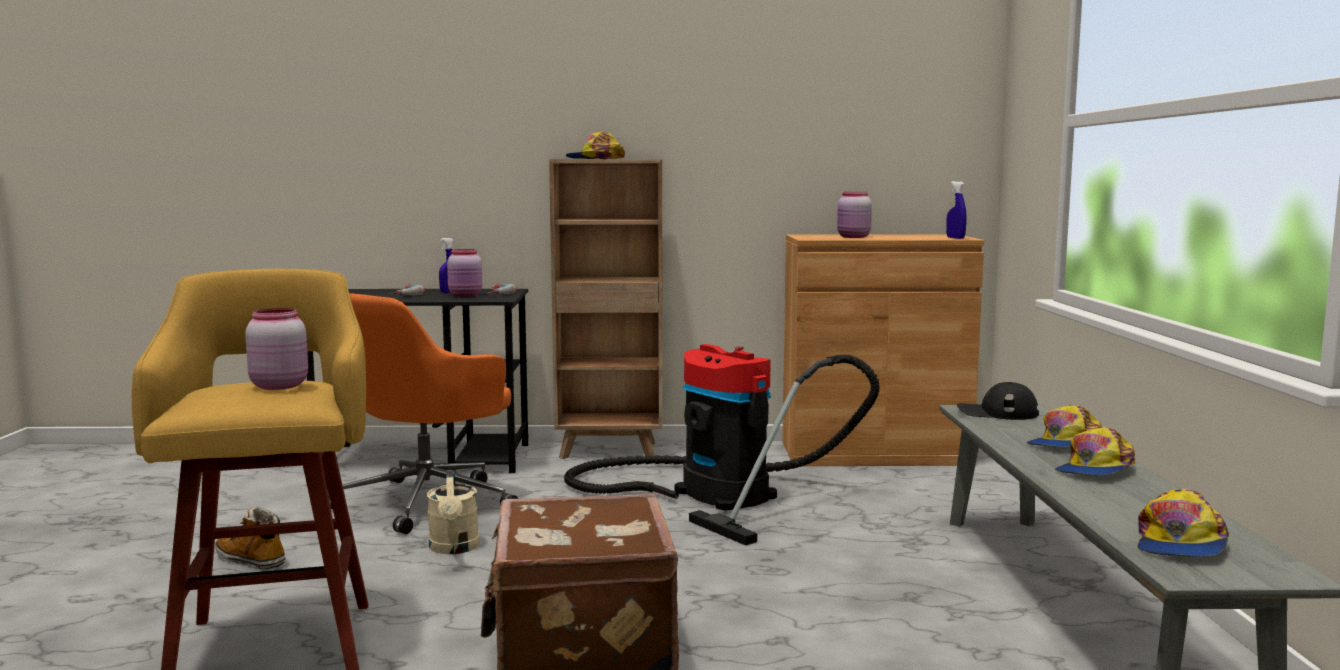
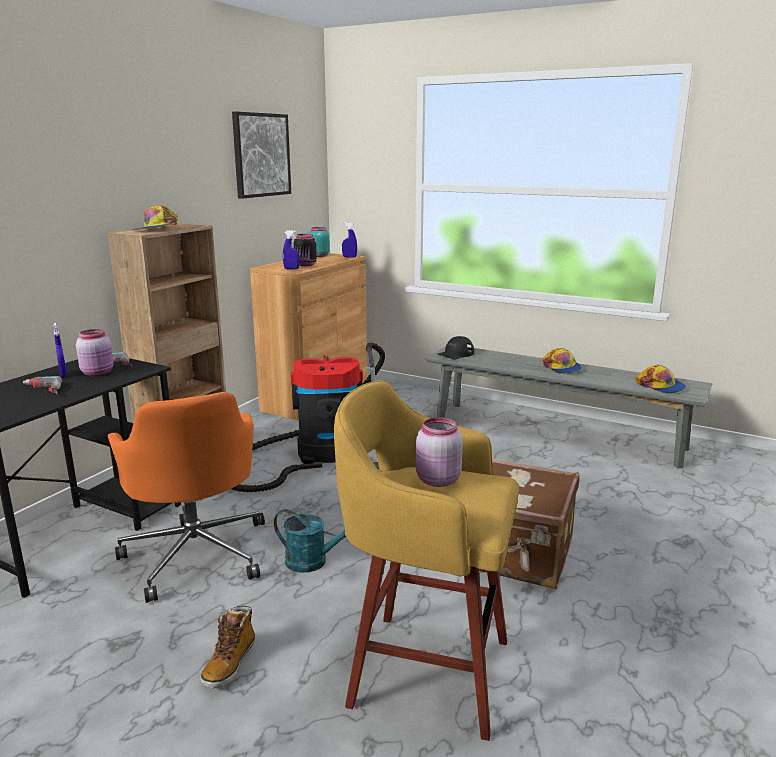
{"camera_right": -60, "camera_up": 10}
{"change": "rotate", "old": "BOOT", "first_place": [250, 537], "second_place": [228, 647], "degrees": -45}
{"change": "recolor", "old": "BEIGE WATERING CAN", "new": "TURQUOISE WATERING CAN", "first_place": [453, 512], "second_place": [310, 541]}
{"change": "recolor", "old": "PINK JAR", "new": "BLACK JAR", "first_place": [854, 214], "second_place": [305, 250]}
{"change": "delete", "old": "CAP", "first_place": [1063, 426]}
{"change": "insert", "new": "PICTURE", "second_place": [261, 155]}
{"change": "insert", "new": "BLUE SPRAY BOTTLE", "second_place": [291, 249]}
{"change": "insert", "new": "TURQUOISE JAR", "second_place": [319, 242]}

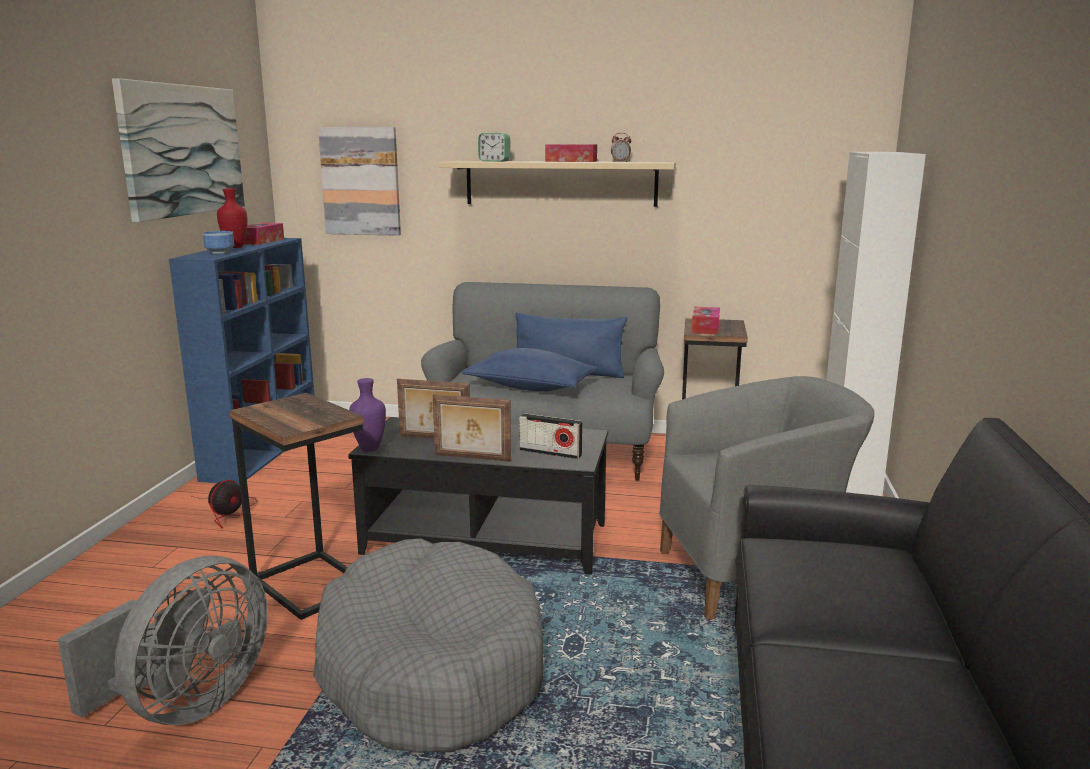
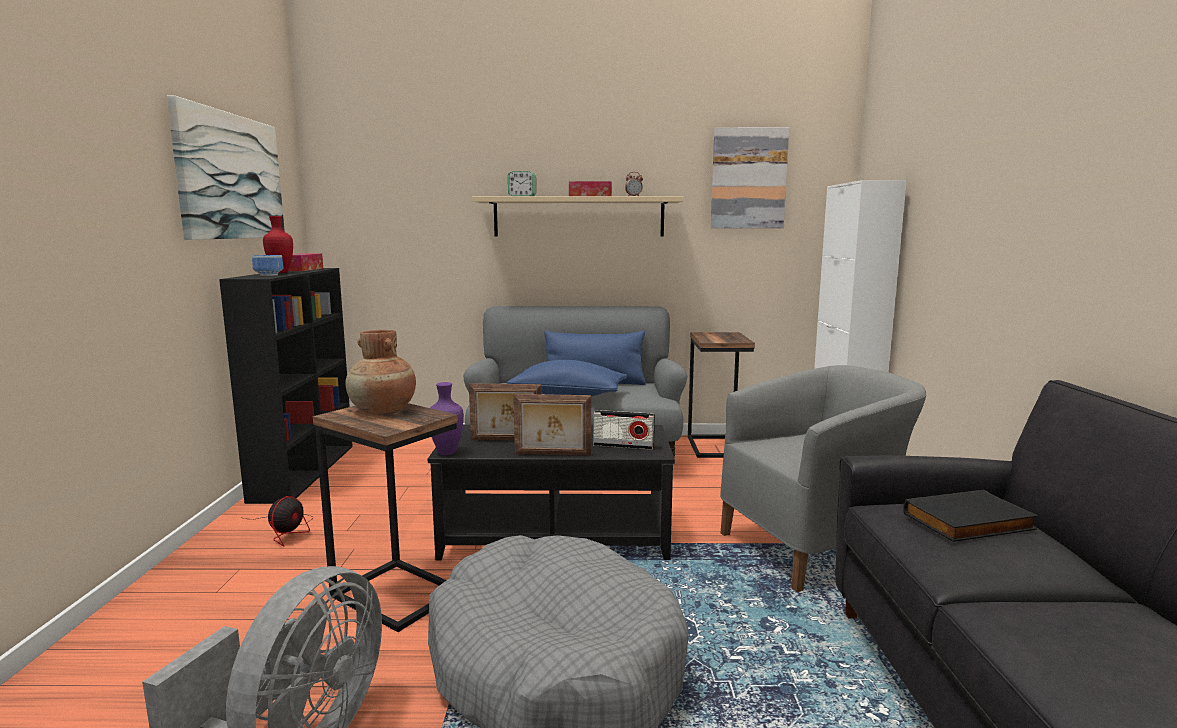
{"camera_right": -10, "camera_up": -5}
{"change": "recolor", "old": "BLUE BOOKCASE", "new": "BLACK BOOKCASE", "first_place": [241, 361], "second_place": [286, 386]}
{"change": "move", "old": "PICTURE", "first_place": [359, 181], "second_place": [750, 177]}
{"change": "delete", "old": "TISSUE BOX", "first_place": [706, 320]}
{"change": "insert", "new": "BROWN VASE", "second_place": [380, 372]}
{"change": "insert", "new": "BLACK BOOK", "second_place": [970, 516]}

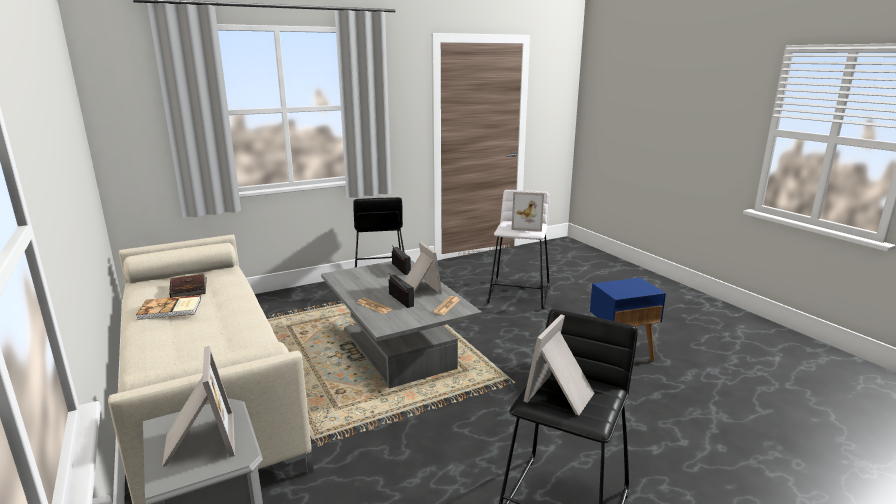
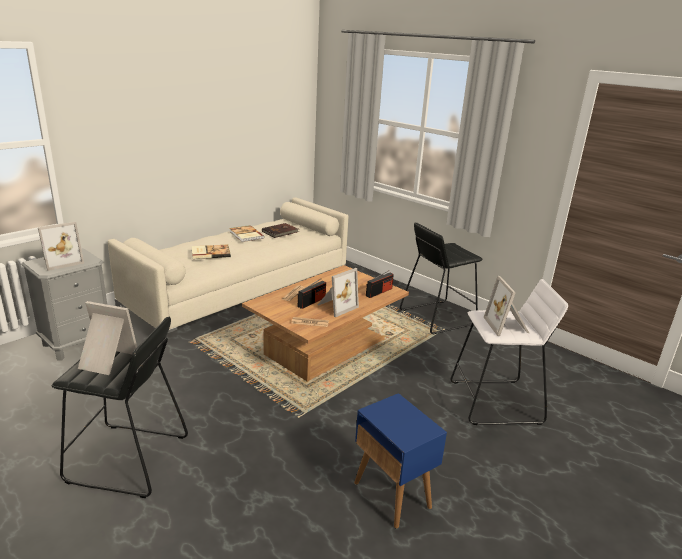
{"camera_right": 70, "camera_up": 5}
{"change": "recolor", "old": "GREY COFFEE TABLE", "new": "BROWN COFFEE TABLE", "first_place": [401, 324], "second_place": [325, 323]}
{"change": "insert", "new": "BOOK", "second_place": [211, 252]}

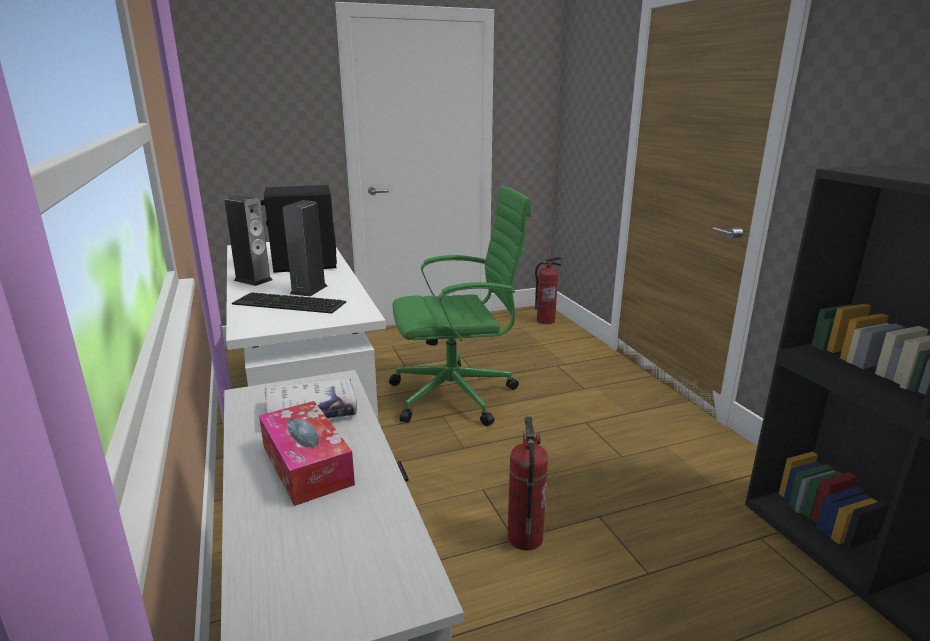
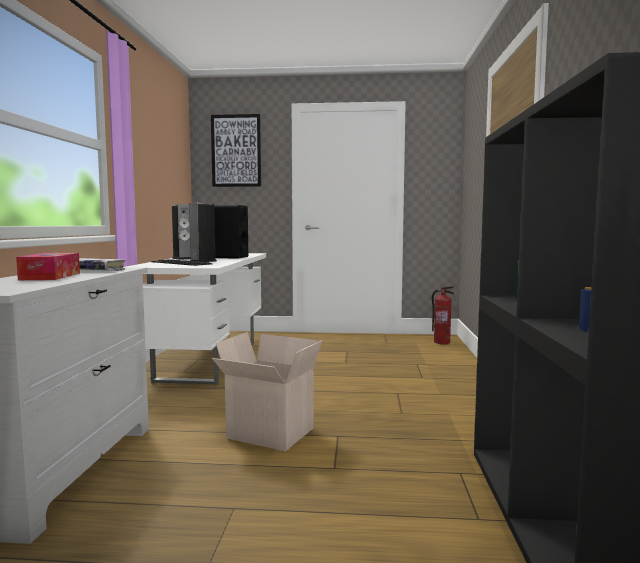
{"camera_right": 25, "camera_up": -15}
{"change": "delete", "old": "GREEN OFFICE CHAIR", "first_place": [460, 305]}
{"change": "replace", "old": "FIRE EXTINGUISHER", "new": "CARDBOARD BOX", "first_place": [528, 484], "second_place": [267, 391]}
{"change": "insert", "new": "PICTURE", "second_place": [236, 150]}

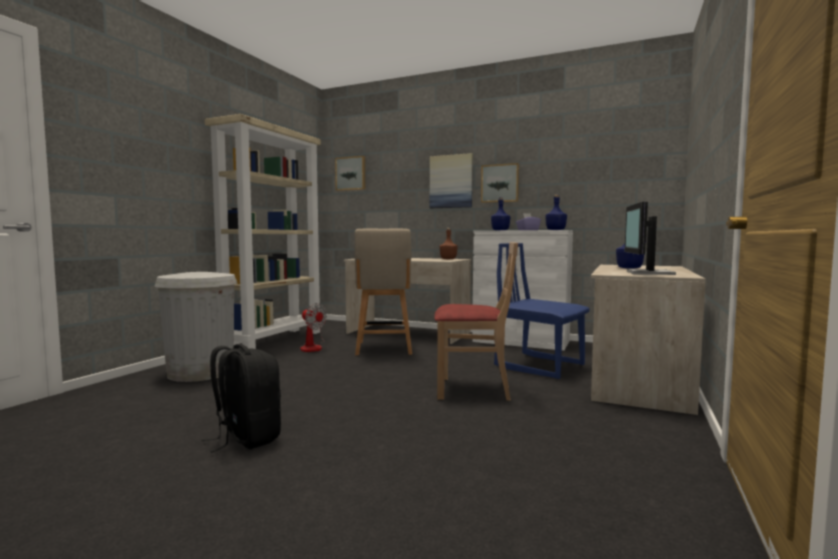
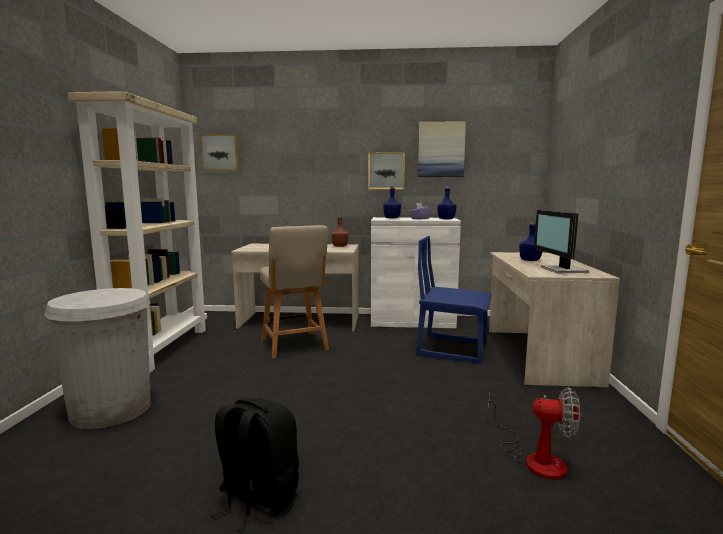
{"camera_right": -20, "camera_up": 5}
{"change": "move", "old": "FAN", "first_place": [313, 327], "second_place": [534, 433]}
{"change": "move", "old": "PICTURE", "first_place": [451, 180], "second_place": [442, 149]}
{"change": "delete", "old": "BEIGE CHAIR", "first_place": [476, 321]}

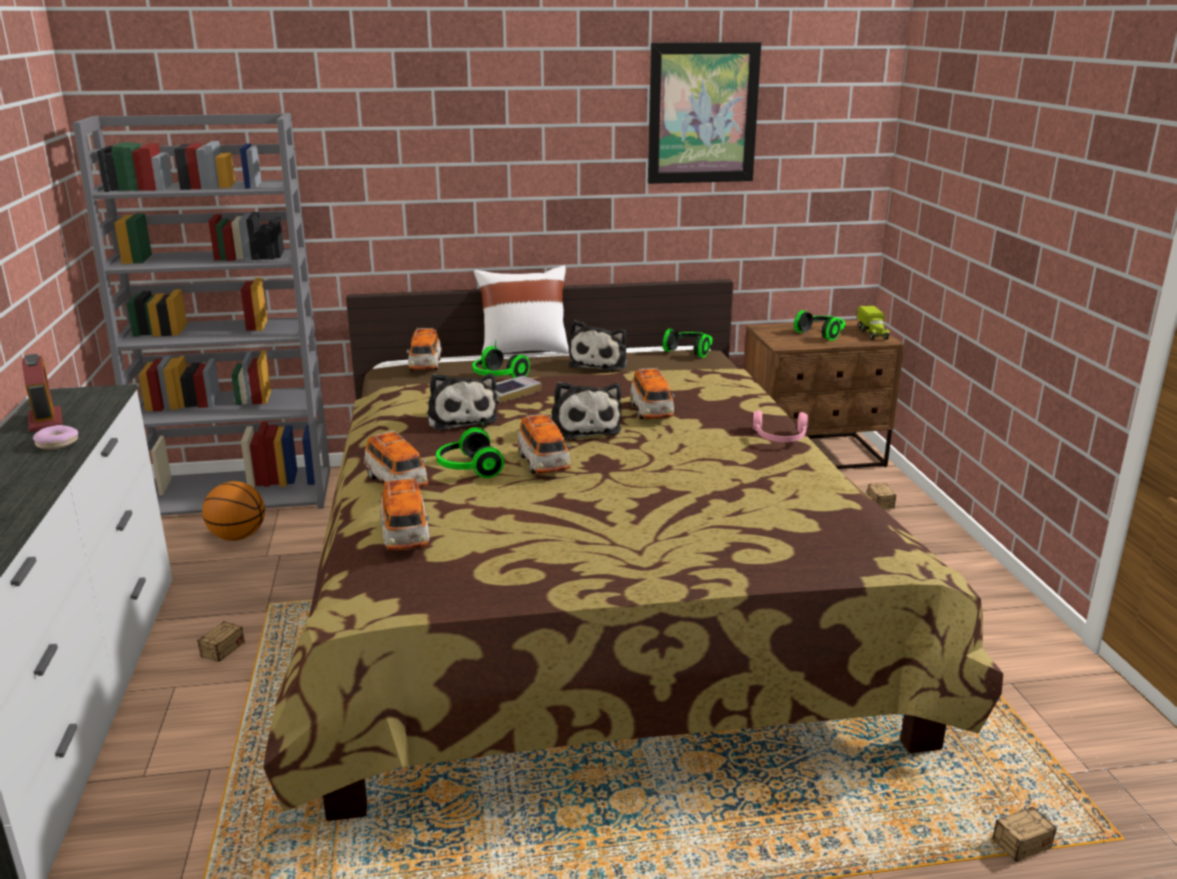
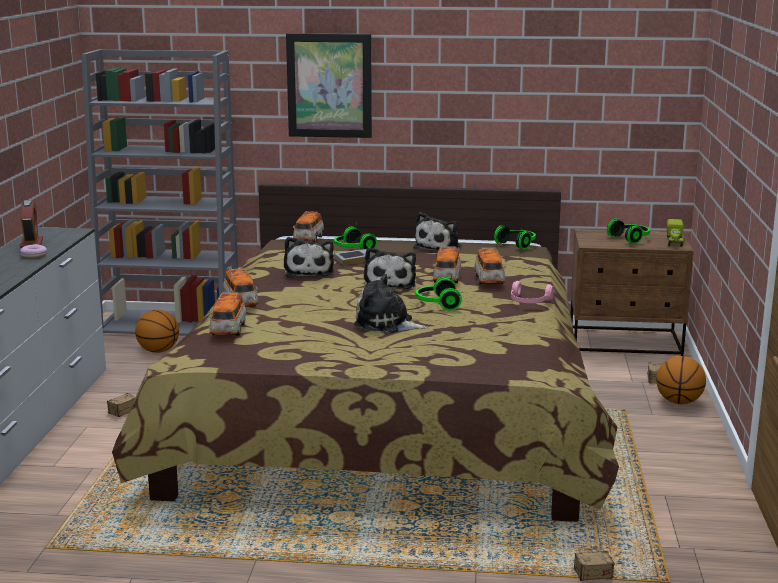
{"camera_right": 15, "camera_up": -5}
{"change": "move", "old": "HEADPHONES", "first_place": [470, 450], "second_place": [438, 292]}
{"change": "delete", "old": "WHITE PILLOW", "first_place": [521, 309]}
{"change": "move", "old": "TOY CAR", "first_place": [544, 443], "second_place": [490, 266]}
{"change": "move", "old": "PICTURE", "first_place": [704, 113], "second_place": [329, 85]}
{"change": "insert", "new": "PLUSH TOY", "second_place": [391, 303]}
{"change": "insert", "new": "BASKETBALL", "second_place": [681, 380]}

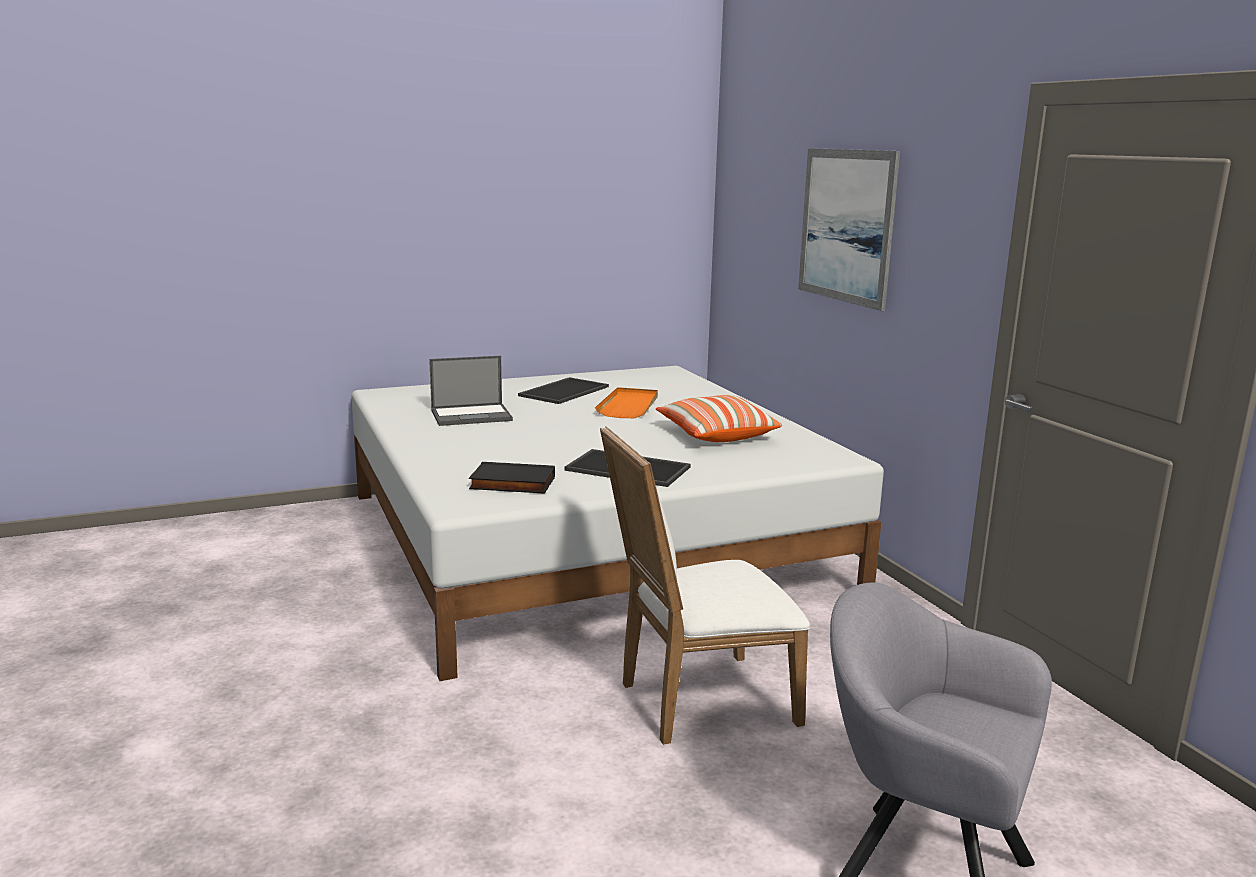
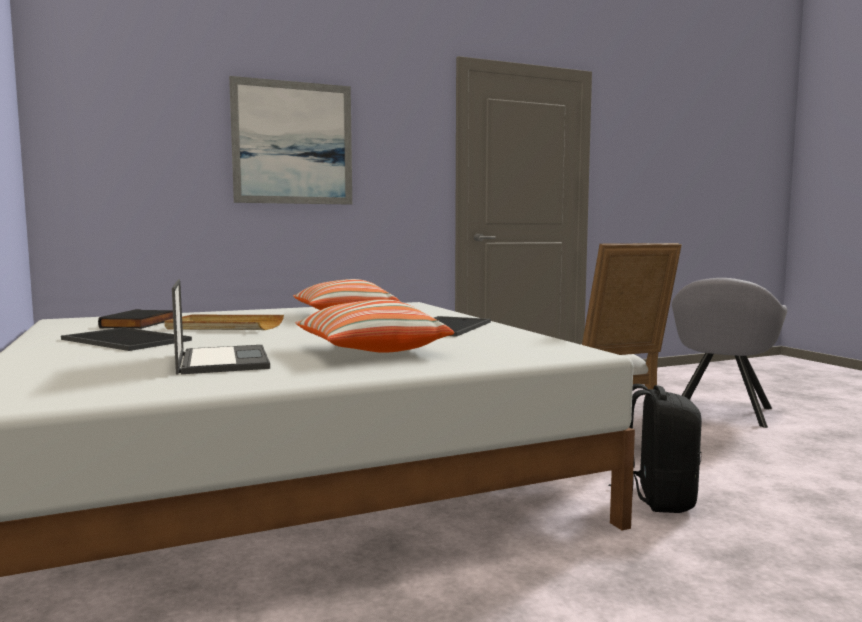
{"camera_right": -90, "camera_up": -10}
{"change": "move", "old": "BLACK BOOK", "first_place": [512, 478], "second_place": [135, 319]}
{"change": "recolor", "old": "ORANGE TRAY", "new": "BEIGE TRAY", "first_place": [626, 402], "second_place": [224, 322]}
{"change": "insert", "new": "PILLOW", "second_place": [374, 326]}
{"change": "insert", "new": "BLACK BACKPACK", "second_place": [655, 448]}

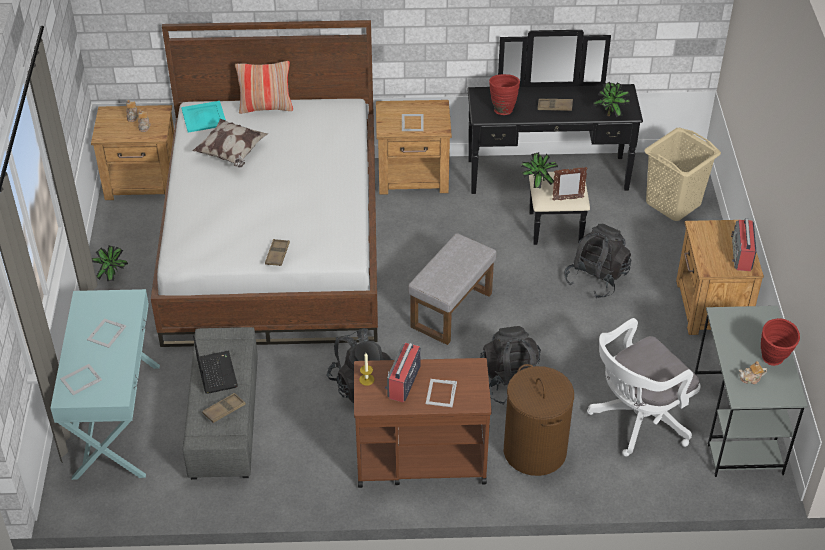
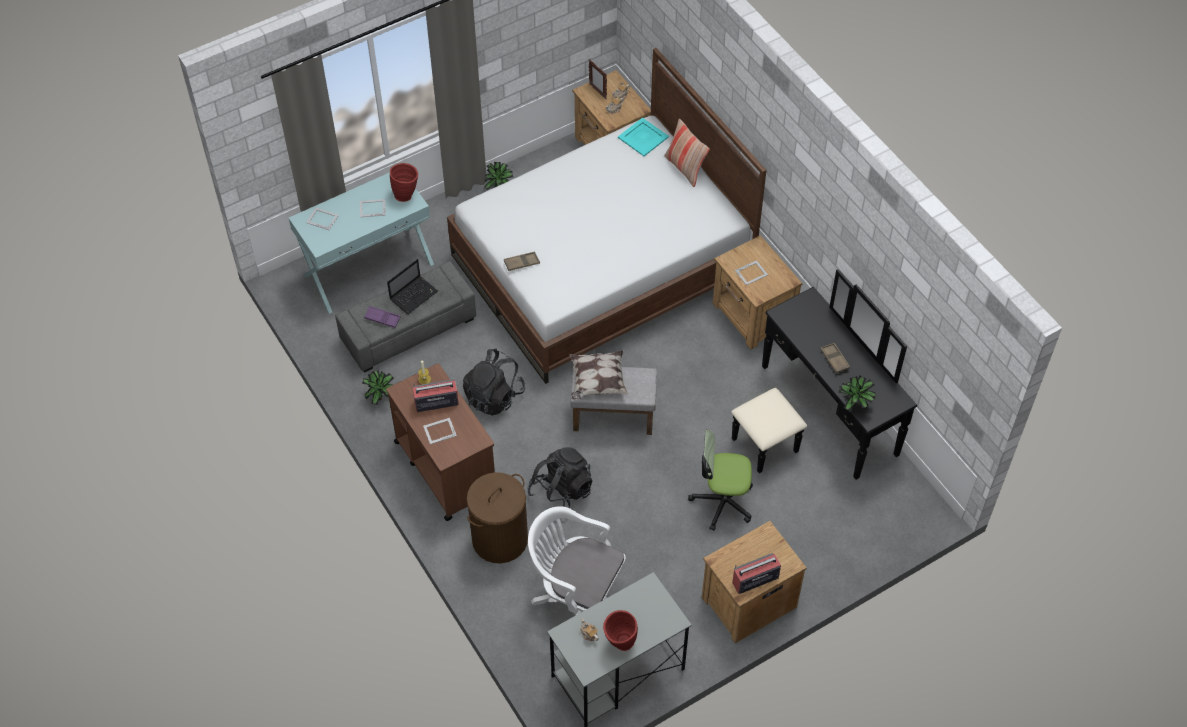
{"camera_right": 60, "camera_up": 10}
{"change": "move", "old": "PILLOW", "first_place": [230, 143], "second_place": [599, 375]}
{"change": "recolor", "old": "BROWN TRAY", "new": "PURPLE TRAY", "first_place": [224, 408], "second_place": [382, 317]}
{"change": "move", "old": "RED VASE", "first_place": [504, 94], "second_place": [404, 182]}
{"change": "move", "old": "POTTED PLANT", "first_place": [539, 170], "second_place": [378, 387]}
{"change": "move", "old": "PICTURE FRAME", "first_place": [570, 184], "second_place": [598, 79]}
{"change": "replace", "old": "BLACK BACKPACK", "new": "OFFICE CHAIR", "first_place": [597, 261], "second_place": [720, 480]}
{"change": "delete", "old": "BEIGE LAUNDRY BASKET", "first_place": [682, 174]}

